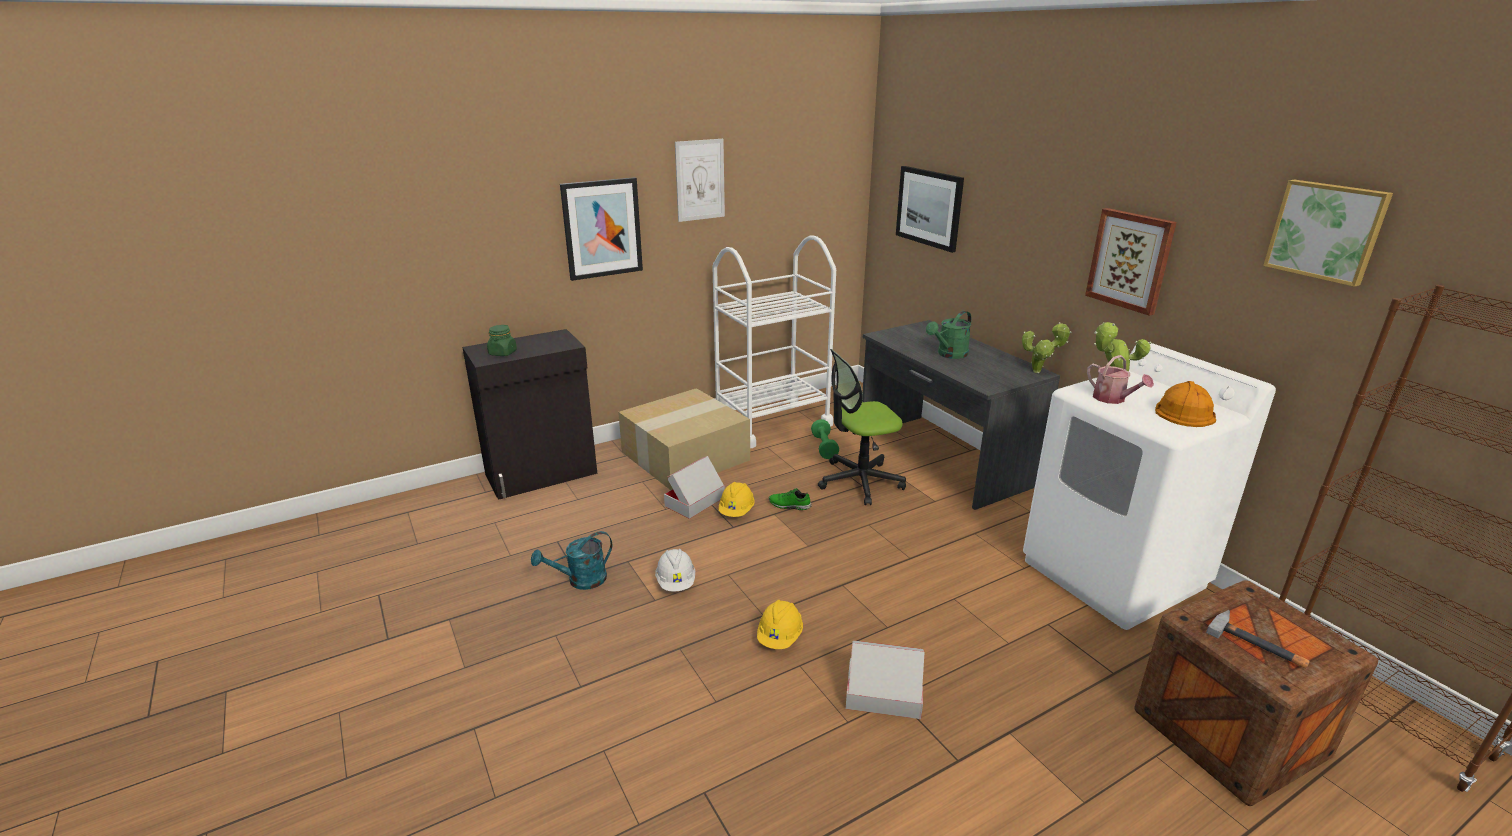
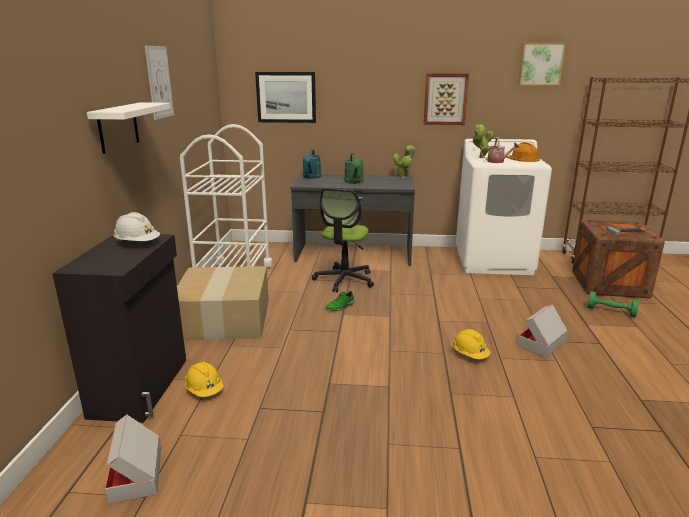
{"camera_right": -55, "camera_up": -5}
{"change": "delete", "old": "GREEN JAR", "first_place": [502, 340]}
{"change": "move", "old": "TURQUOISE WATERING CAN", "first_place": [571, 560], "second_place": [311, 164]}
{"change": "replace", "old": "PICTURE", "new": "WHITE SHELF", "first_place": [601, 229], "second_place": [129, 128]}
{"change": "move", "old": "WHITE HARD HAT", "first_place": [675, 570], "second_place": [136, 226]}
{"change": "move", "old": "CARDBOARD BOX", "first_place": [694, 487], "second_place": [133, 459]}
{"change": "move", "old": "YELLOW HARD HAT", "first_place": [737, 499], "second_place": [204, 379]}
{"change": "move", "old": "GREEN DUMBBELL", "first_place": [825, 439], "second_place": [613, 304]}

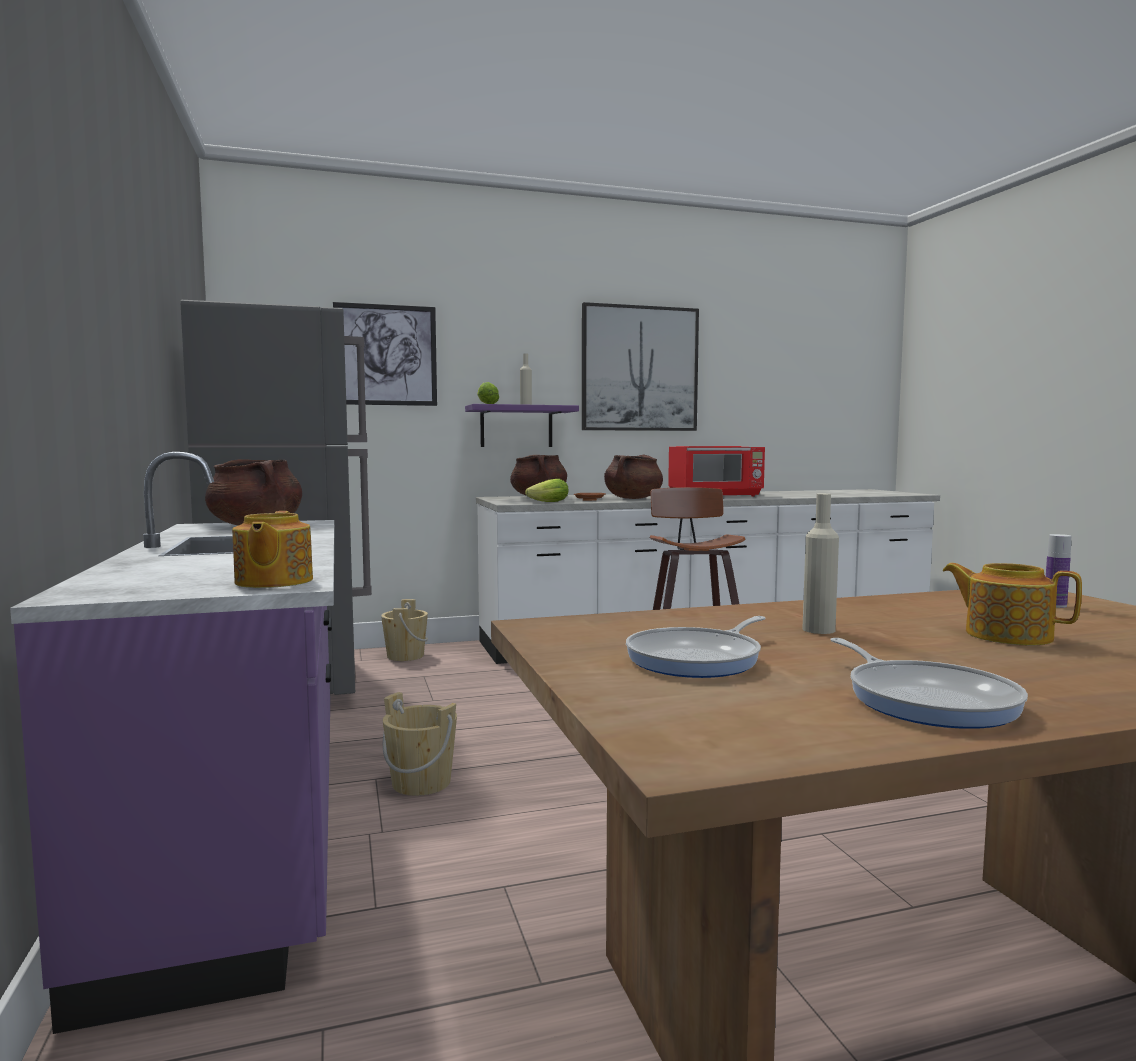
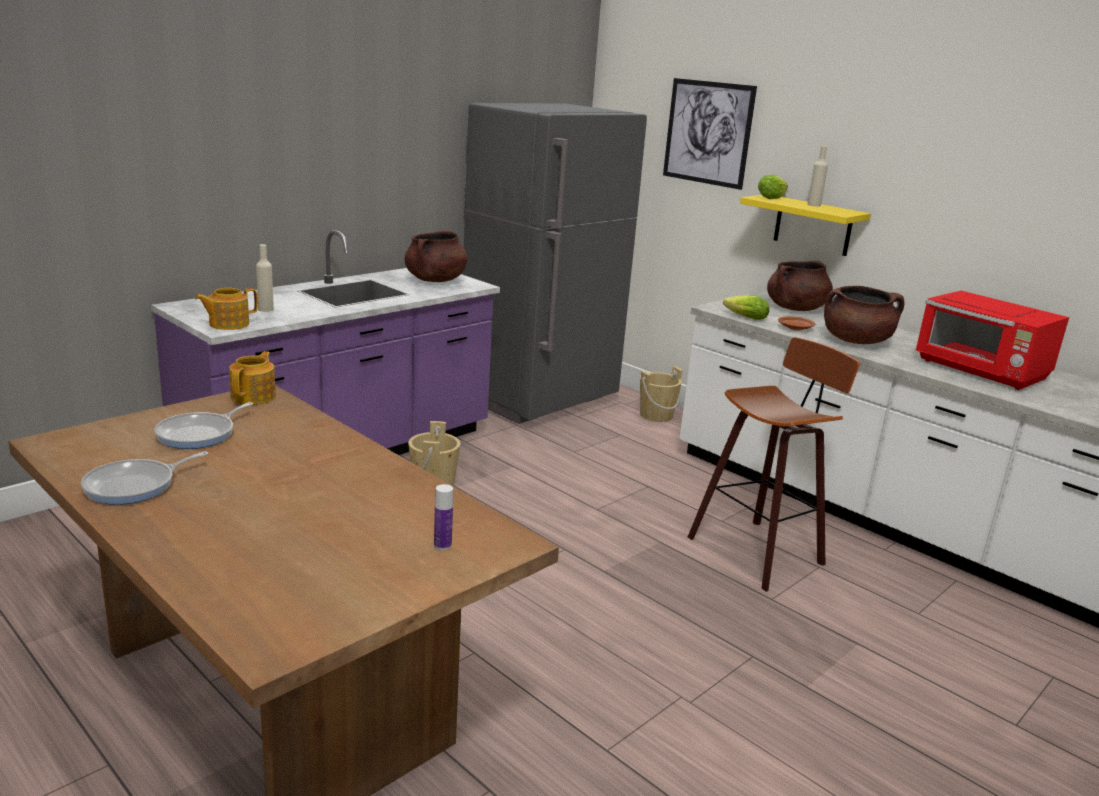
{"camera_right": 60, "camera_up": 15}
{"change": "recolor", "old": "PURPLE SHELF", "new": "YELLOW SHELF", "first_place": [522, 425], "second_place": [805, 225]}
{"change": "delete", "old": "PICTURE", "first_place": [640, 366]}
{"change": "rotate", "old": "FRYING PAN", "first_place": [695, 647], "second_place": [203, 425], "degrees": -75}
{"change": "move", "old": "BEIGE BOTTLE", "first_place": [820, 564], "second_place": [265, 278]}
{"change": "move", "old": "TEAPOT", "first_place": [1012, 604], "second_place": [252, 378]}

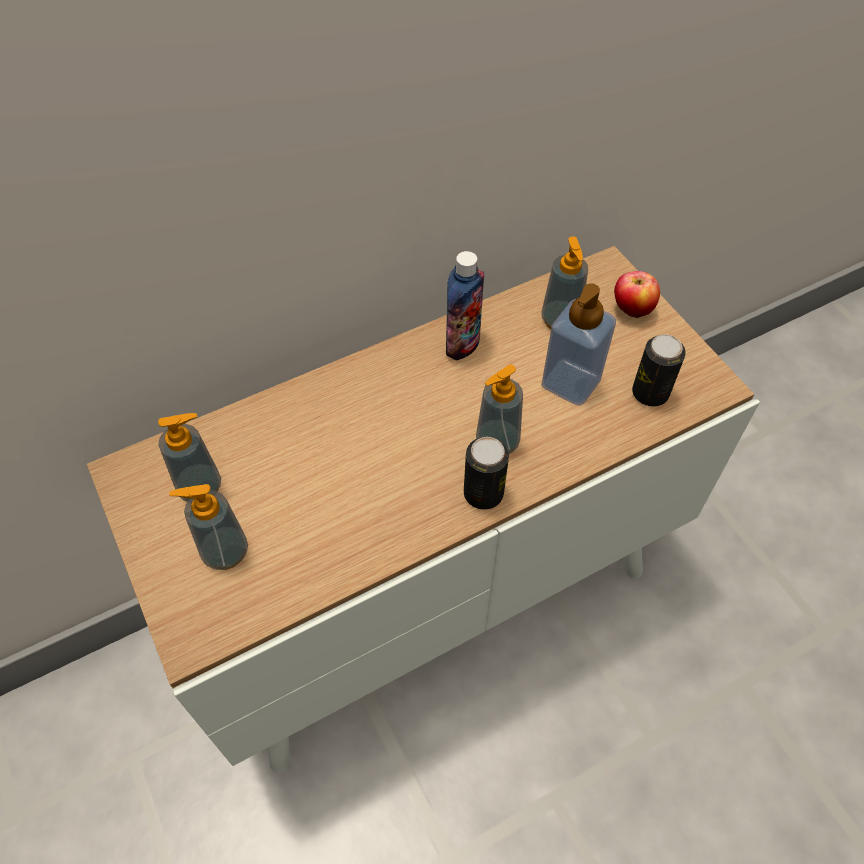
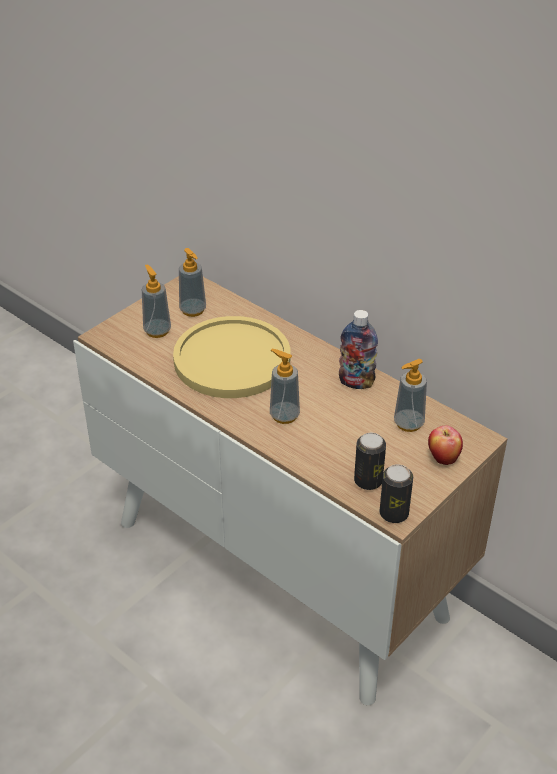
{"camera_right": 70, "camera_up": -15}
{"change": "move", "old": "CAN", "first_place": [486, 473], "second_place": [396, 493]}
{"change": "delete", "old": "SOAP DISPENSER", "first_place": [578, 344]}
{"change": "insert", "new": "YELLOW PLATE", "second_place": [231, 357]}

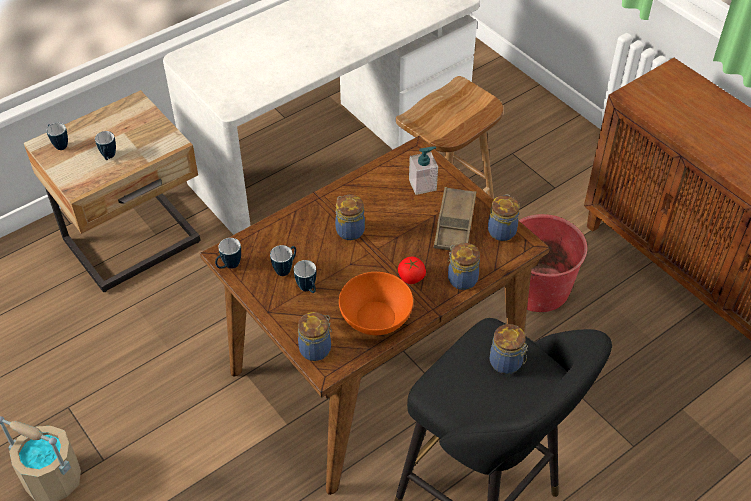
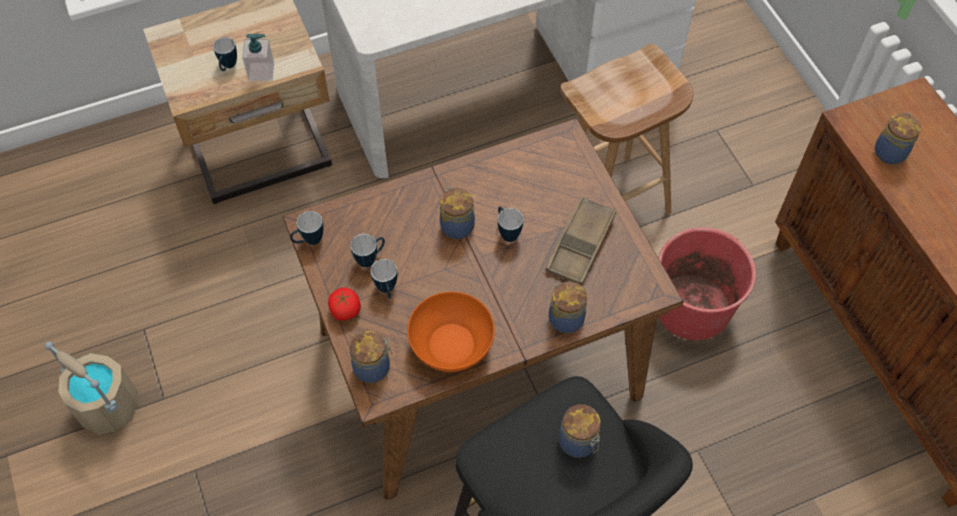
{"camera_right": 15, "camera_up": 10}
{"change": "move", "old": "MUG", "first_place": [57, 136], "second_place": [510, 224]}
{"change": "move", "old": "TOMATO", "first_place": [412, 270], "second_place": [344, 304]}
{"change": "move", "old": "SOAP DISPENSER", "first_place": [423, 170], "second_place": [258, 57]}
{"change": "move", "old": "JAR", "first_place": [503, 217], "second_place": [898, 138]}

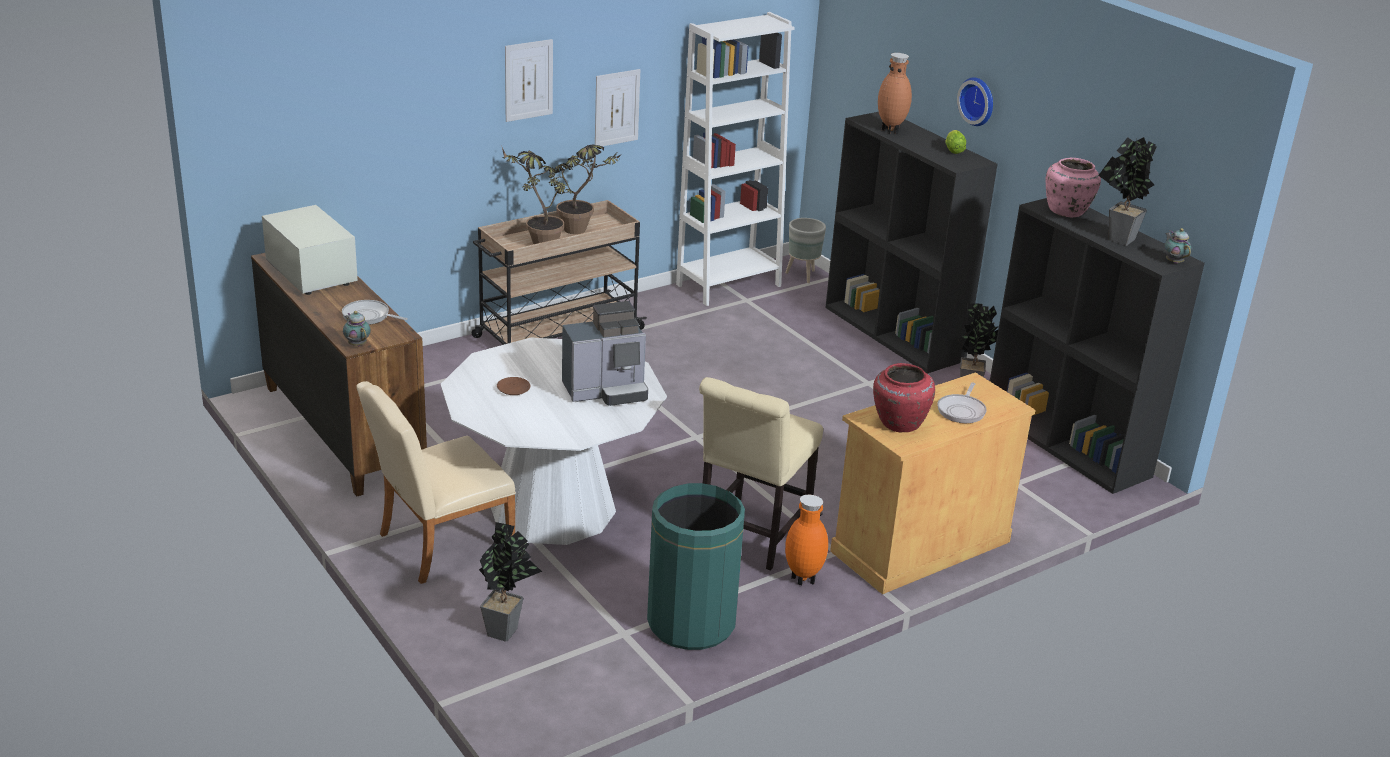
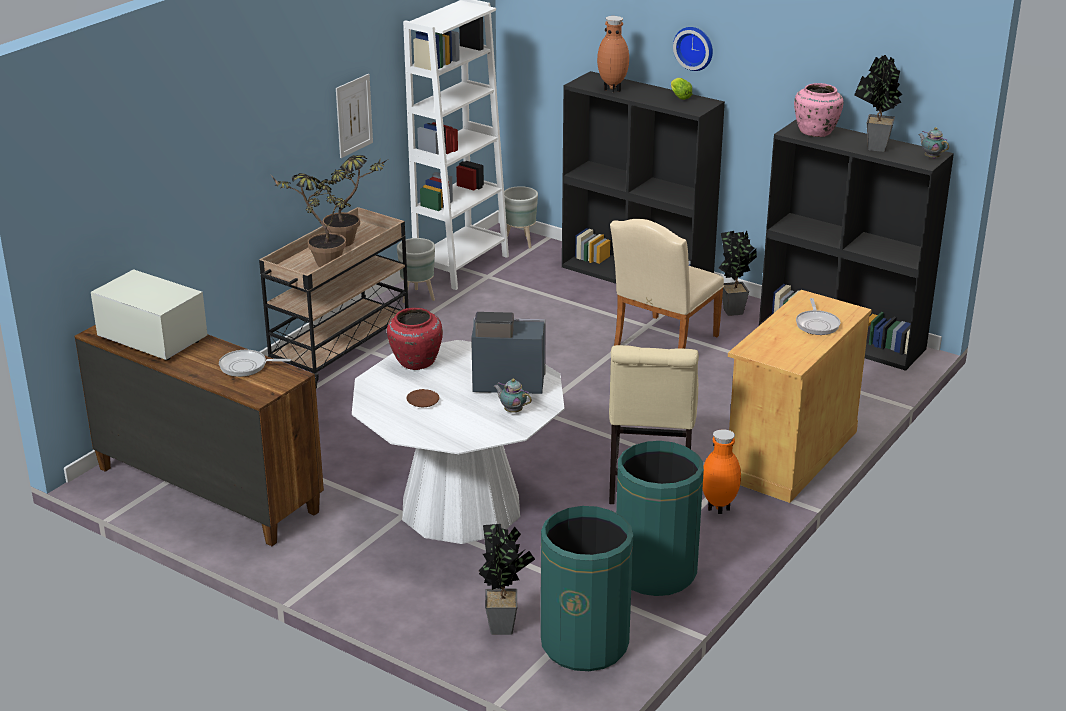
{"camera_right": -20, "camera_up": 0}
{"change": "move", "old": "TEAPOT", "first_place": [357, 328], "second_place": [513, 396]}
{"change": "move", "old": "BEIGE CHAIR", "first_place": [436, 482], "second_place": [667, 284]}
{"change": "delete", "old": "PICTURE", "first_place": [529, 80]}
{"change": "rotate", "old": "COFFEE MACHINE", "first_place": [605, 353], "second_place": [508, 353], "degrees": -135}
{"change": "move", "old": "RED VASE", "first_place": [904, 397], "second_place": [415, 339]}
{"change": "insert", "new": "GREY PLANTER", "second_place": [416, 270]}
{"change": "insert", "new": "GREEN TRASH CAN", "second_place": [587, 588]}

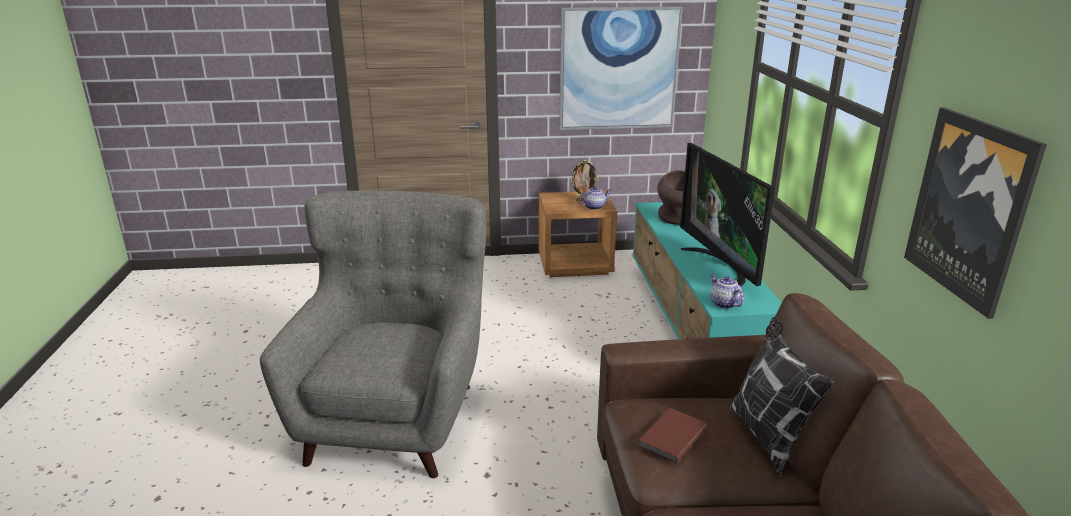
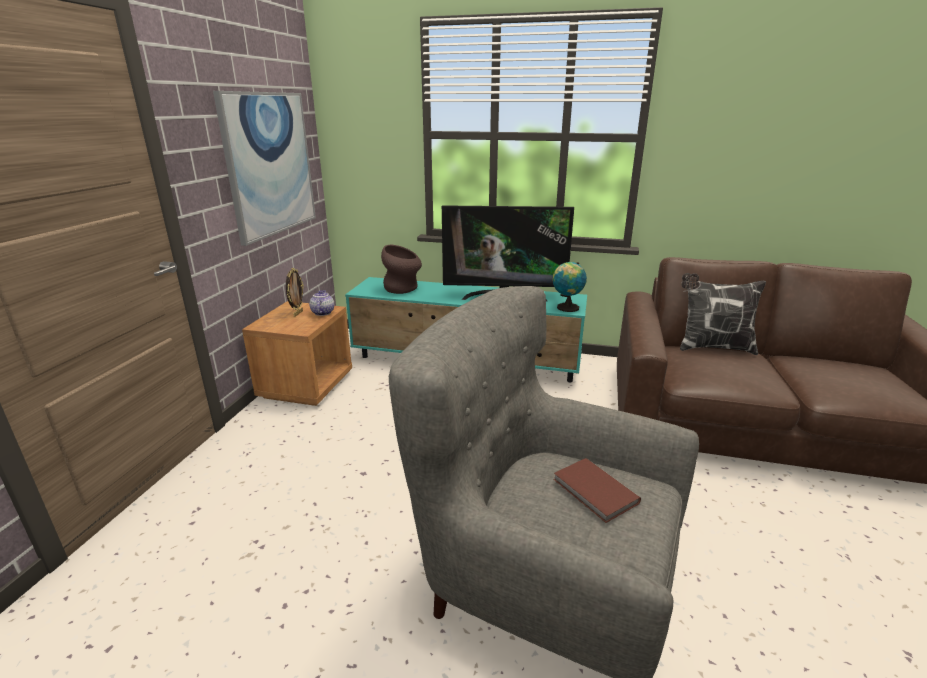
{"camera_right": -70, "camera_up": 0}
{"change": "move", "old": "BROWN BOOK", "first_place": [672, 435], "second_place": [597, 490]}
{"change": "replace", "old": "TEAPOT", "new": "GLOBE", "first_place": [727, 291], "second_place": [569, 287]}
{"change": "delete", "old": "PICTURE", "first_place": [975, 213]}

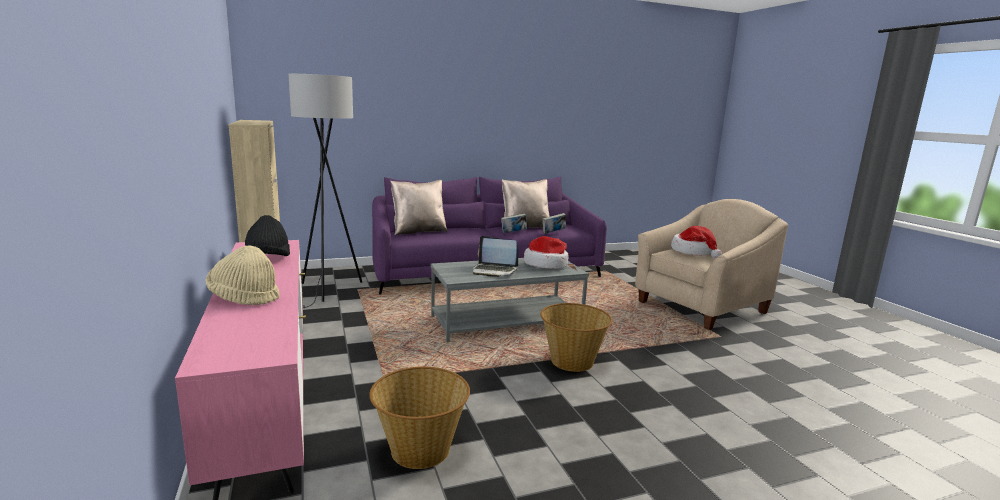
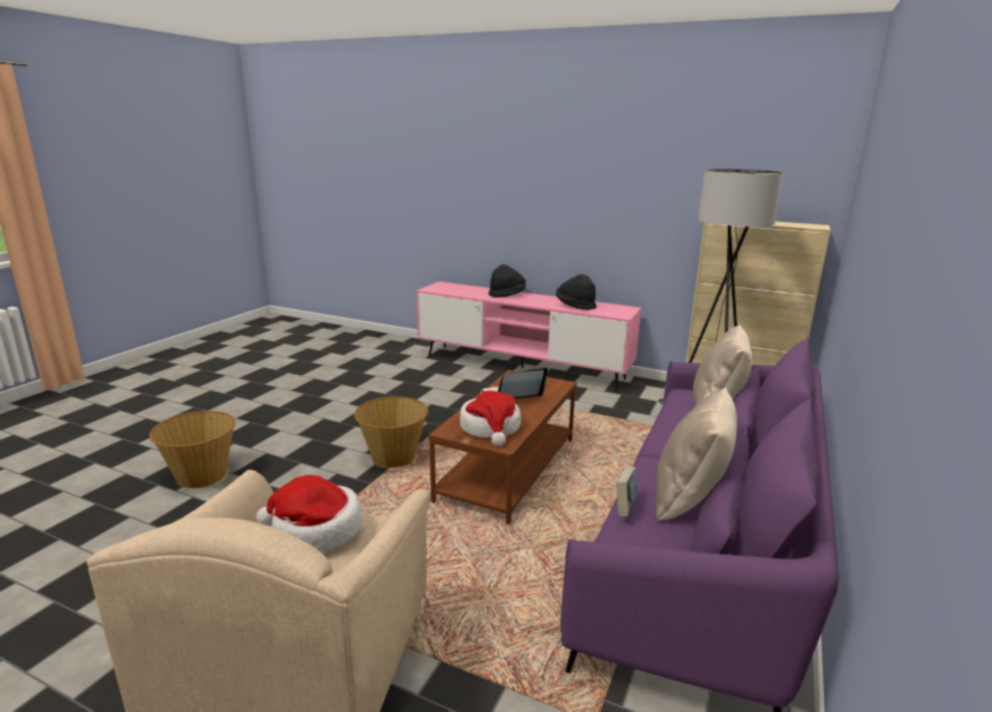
{"camera_right": 135, "camera_up": 5}
{"change": "recolor", "old": "BEIGE HAT", "new": "BLACK HAT", "first_place": [242, 275], "second_place": [507, 281]}
{"change": "move", "old": "BASKET", "first_place": [419, 418], "second_place": [192, 450]}
{"change": "recolor", "old": "GREY COFFEE TABLE", "new": "BROWN COFFEE TABLE", "first_place": [510, 300], "second_place": [502, 447]}
{"change": "delete", "old": "BOOK", "first_place": [514, 223]}

